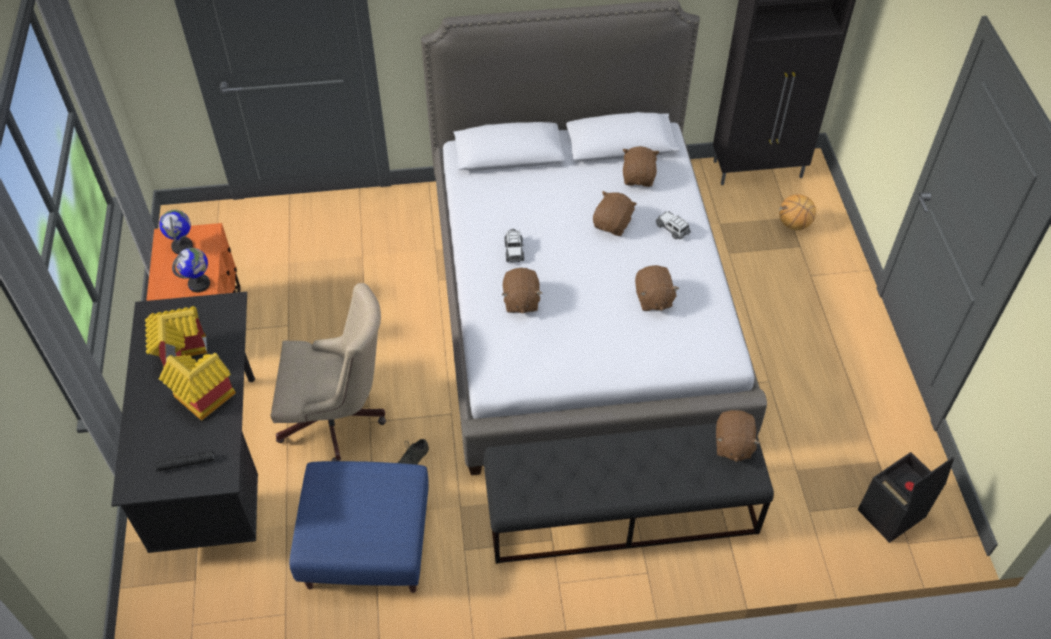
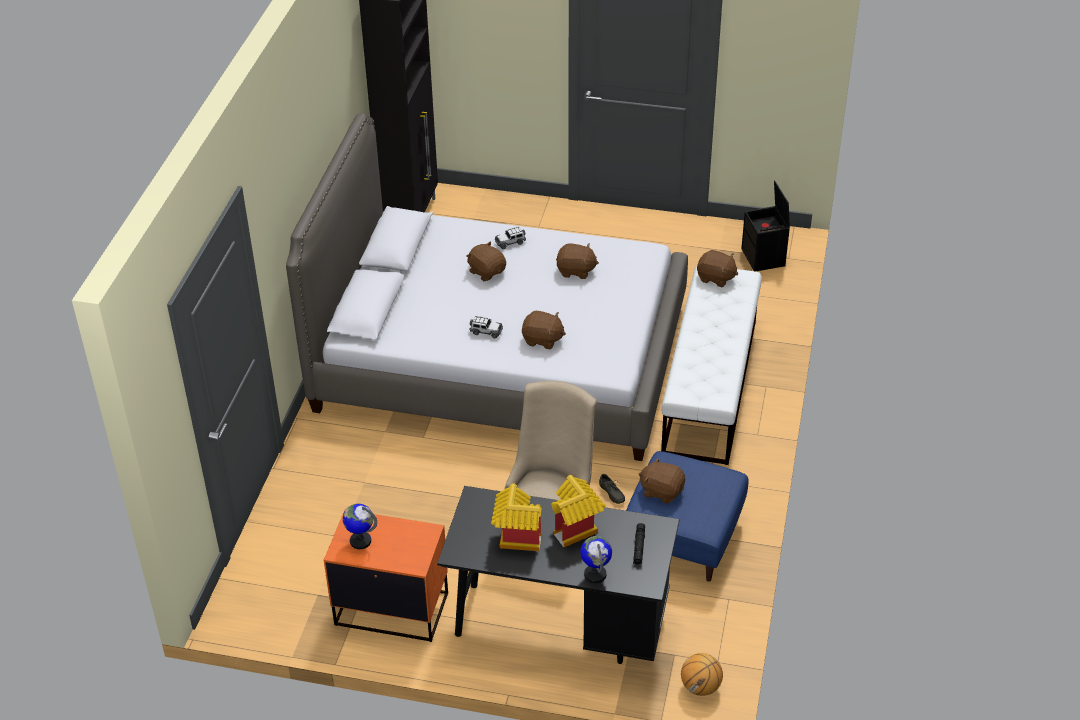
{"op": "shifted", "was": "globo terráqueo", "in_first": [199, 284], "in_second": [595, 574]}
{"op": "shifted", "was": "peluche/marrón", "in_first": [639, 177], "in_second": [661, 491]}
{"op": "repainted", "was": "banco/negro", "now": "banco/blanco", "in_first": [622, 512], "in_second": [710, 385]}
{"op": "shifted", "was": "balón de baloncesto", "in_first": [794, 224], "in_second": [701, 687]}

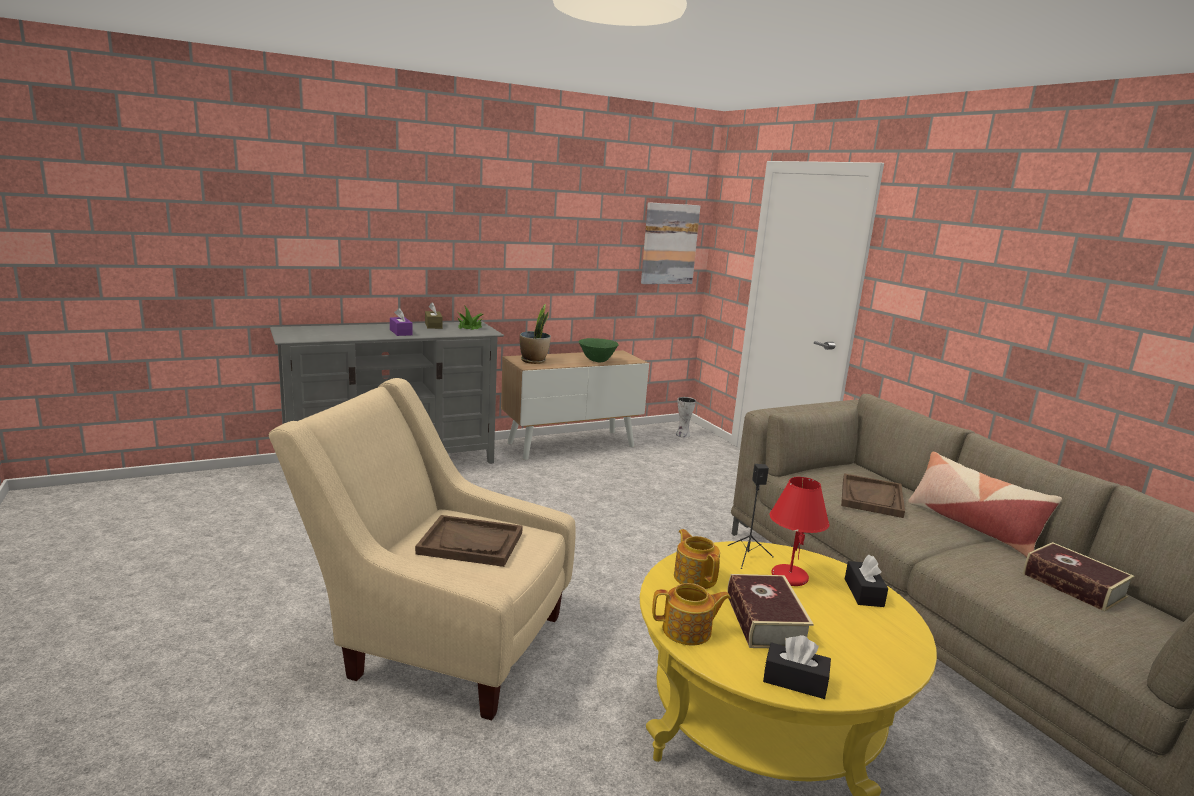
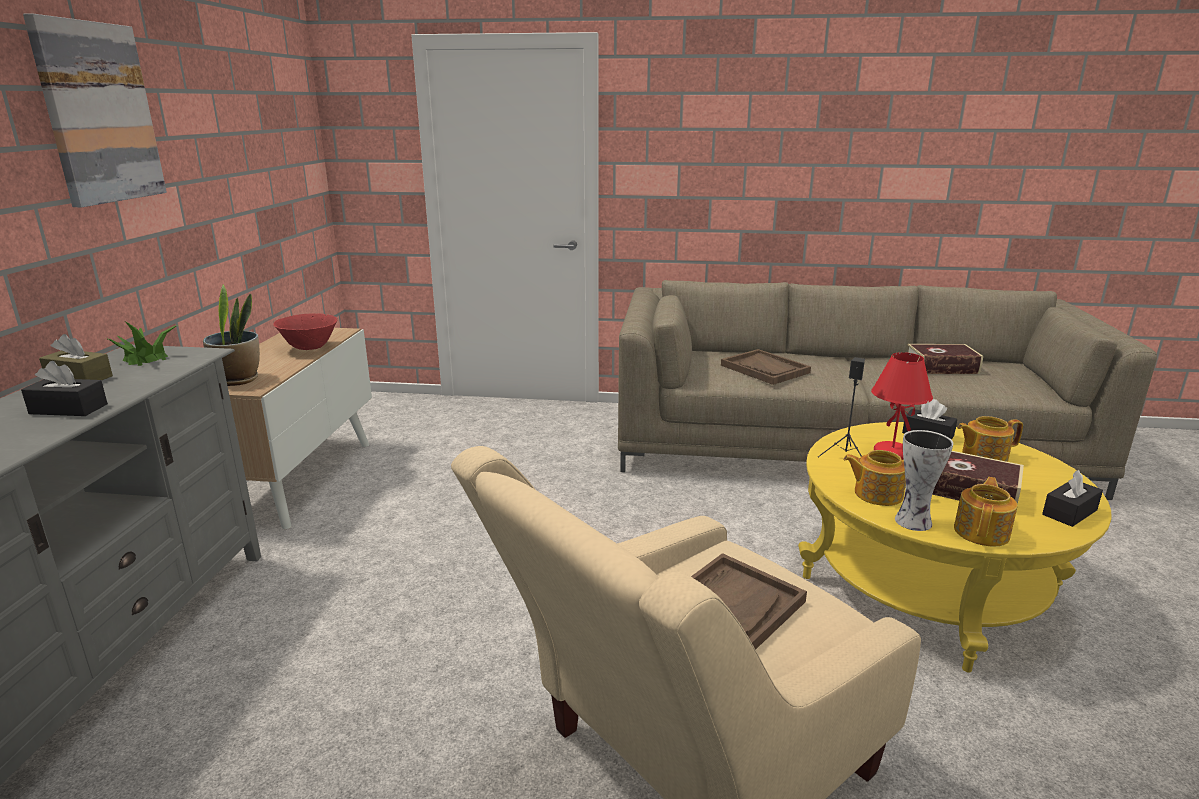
{"op": "repainted", "was": "caja de pañuelos/morado", "now": "caja de pañuelos/negro", "in_first": [401, 332], "in_second": [68, 409]}
{"op": "shifted", "was": "cuadro", "in_first": [669, 244], "in_second": [98, 113]}
{"op": "repainted", "was": "cuenco/verde", "now": "cuenco/rojo", "in_first": [597, 361], "in_second": [309, 348]}
{"op": "shifted", "was": "florero", "in_first": [682, 435], "in_second": [913, 522]}
{"op": "new", "now": "tetera", "in_second": [983, 456]}
{"op": "gone", "was": "cojín", "in_first": [972, 526]}

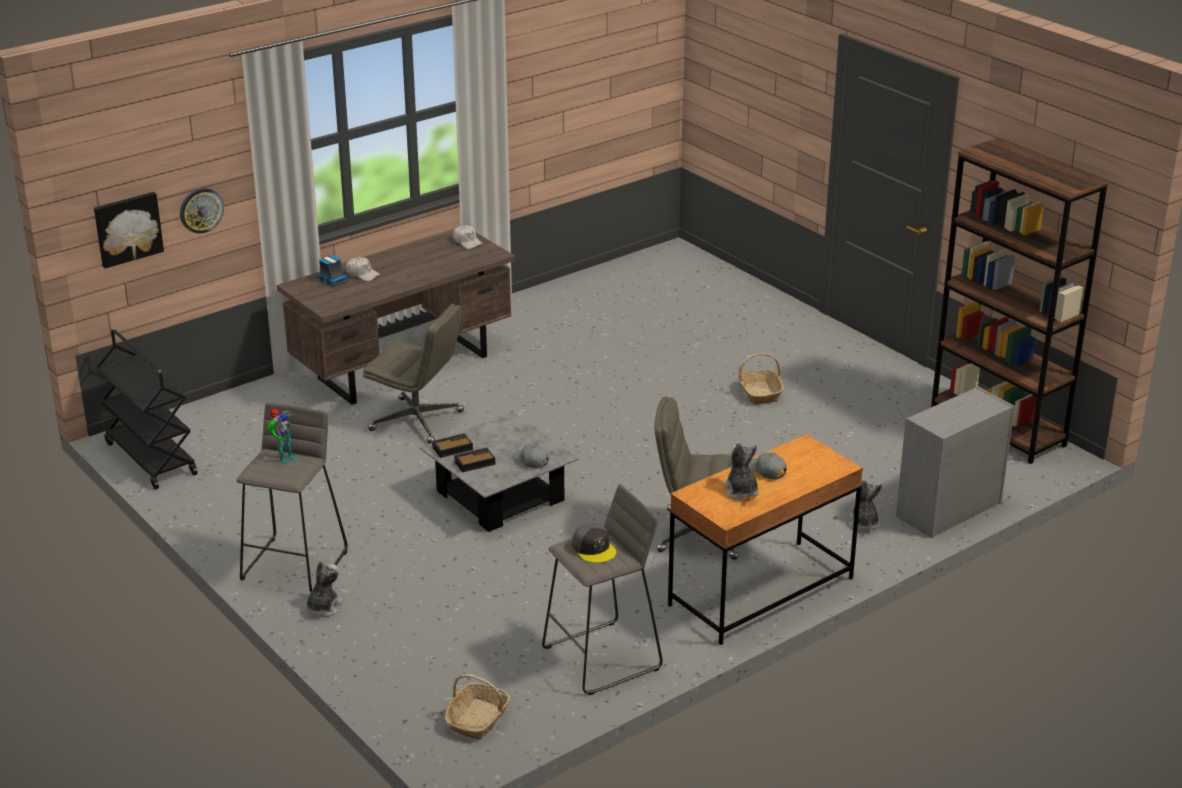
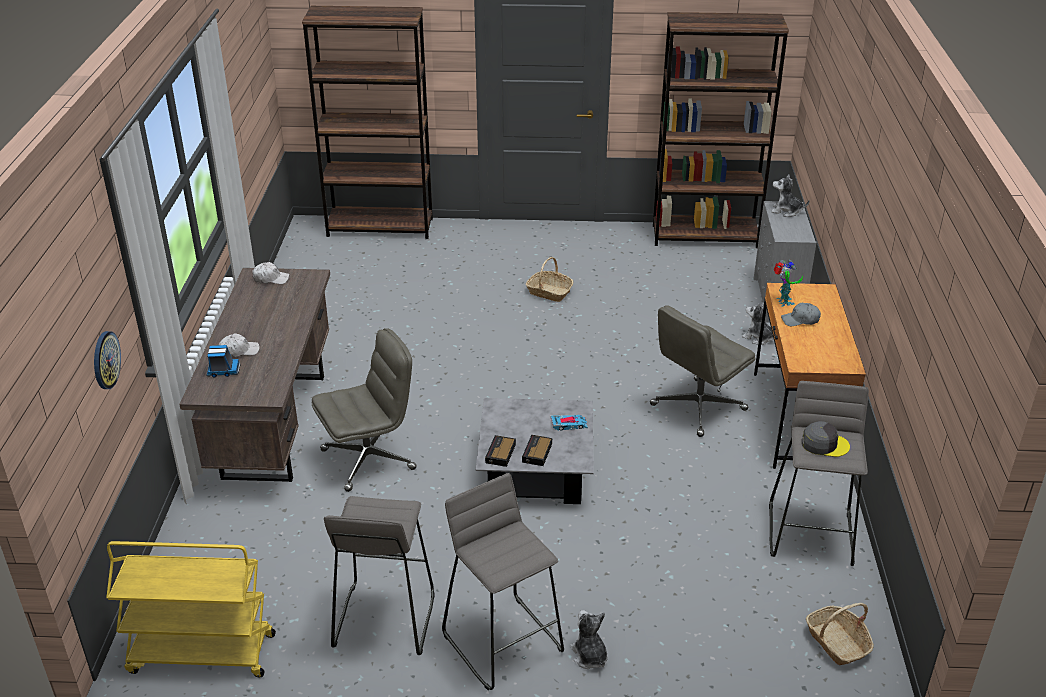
{"op": "repainted", "was": "carrito/negro", "now": "carrito/amarillo", "in_first": [150, 458], "in_second": [201, 654]}
{"op": "new", "now": "estantería/marrón", "in_second": [380, 227]}
{"op": "new", "now": "taburete/gris", "in_second": [384, 620]}
{"op": "swapped", "was": "gorra/gris", "now": "coche de juguete", "in_first": [530, 461], "in_second": [569, 424]}
{"op": "shifted", "was": "peluche", "in_first": [741, 491], "in_second": [786, 211]}
{"op": "shifted", "was": "robot de juguete", "in_first": [285, 459], "in_second": [783, 302]}
{"op": "gone", "was": "cuadro", "in_first": [127, 228]}

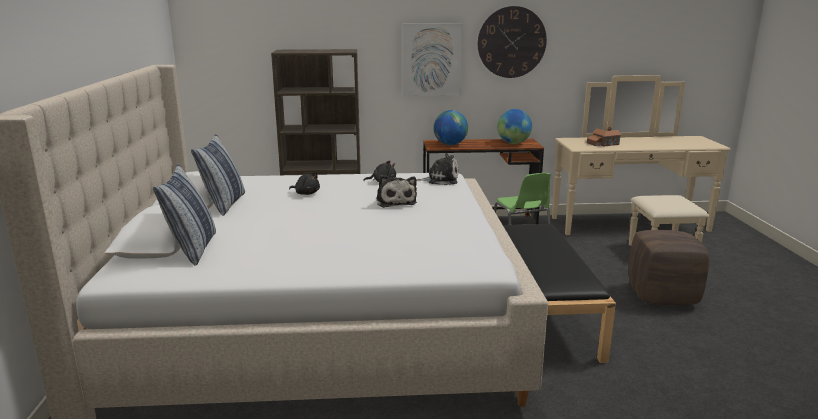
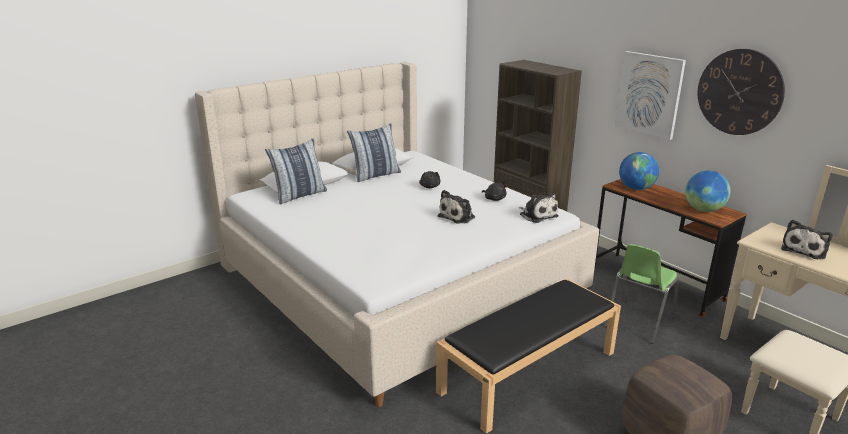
{"op": "swapped", "was": "casita", "now": "peluche", "in_first": [602, 144], "in_second": [804, 250]}

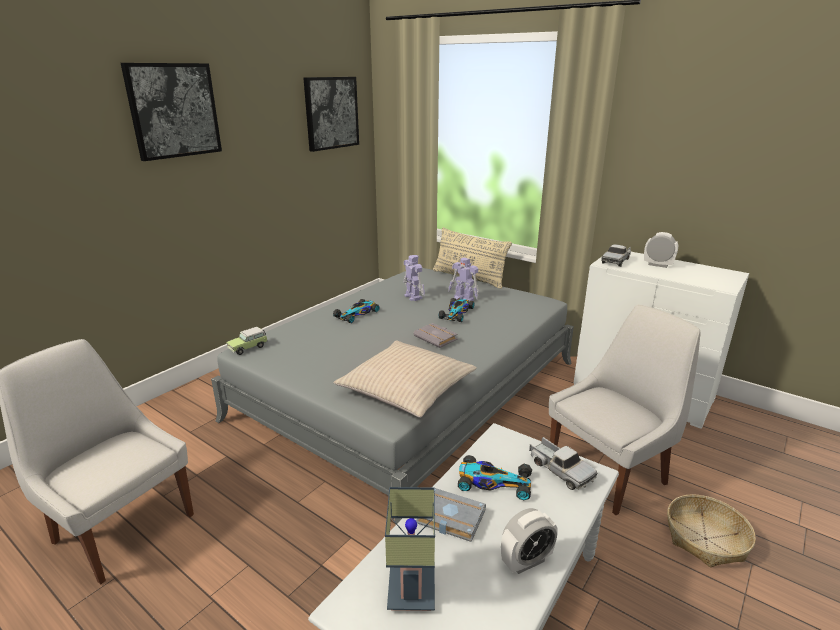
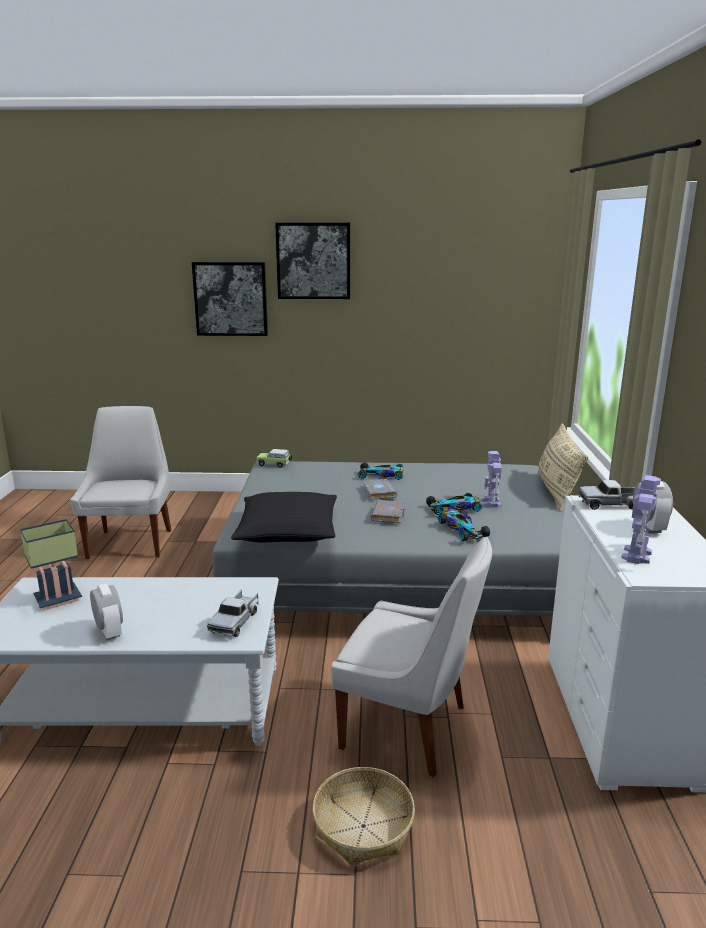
{"op": "rotated", "was": "despertador", "in_first": [526, 561], "in_second": [109, 632], "clockwise": -150}
{"op": "shifted", "was": "cuadro", "in_first": [331, 113], "in_second": [231, 299]}
{"op": "repainted", "was": "cojín/beis", "now": "cojín/negro", "in_first": [407, 388], "in_second": [287, 530]}
{"op": "shifted", "was": "libro/gris", "in_first": [448, 518], "in_second": [377, 492]}
{"op": "shifted", "was": "coche de juguete", "in_first": [492, 482], "in_second": [462, 529]}
{"op": "shifted", "was": "robot de juguete", "in_first": [413, 296], "in_second": [636, 554]}

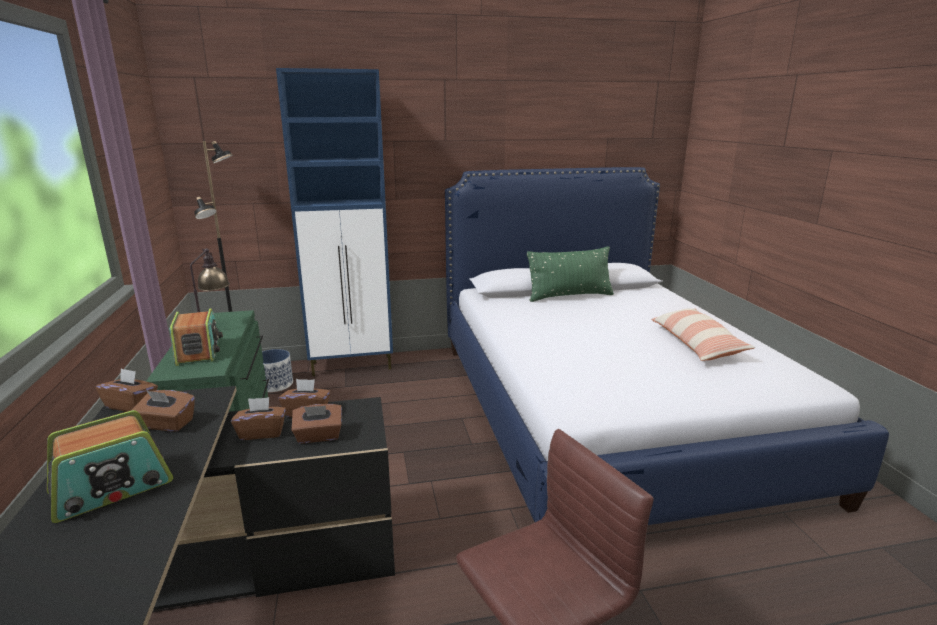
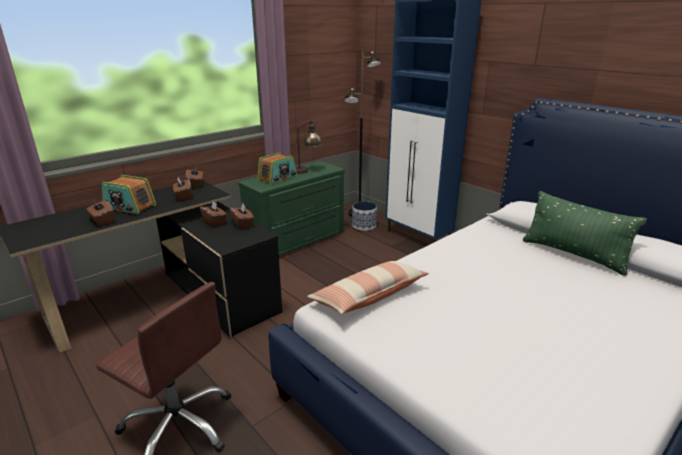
{"op": "shifted", "was": "caja de pañuelos/marrón", "in_first": [318, 436], "in_second": [102, 221]}
{"op": "shifted", "was": "cojín", "in_first": [696, 344], "in_second": [369, 296]}

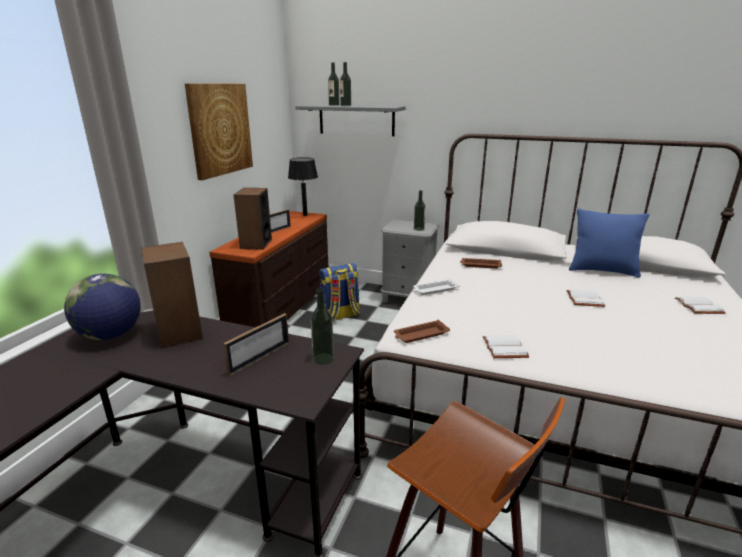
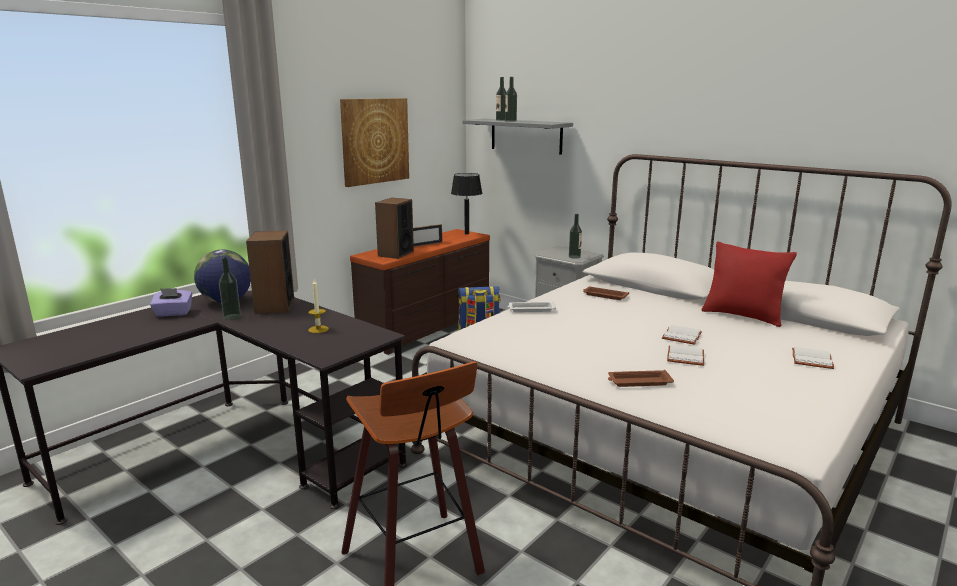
{"op": "new", "now": "caja de pañuelos/morado", "in_second": [173, 313]}
{"op": "shifted", "was": "botella", "in_first": [323, 359], "in_second": [232, 316]}
{"op": "swapped", "was": "portarretratos", "now": "vela", "in_first": [260, 358], "in_second": [318, 329]}
{"op": "shifted", "was": "bandeja/marrón", "in_first": [420, 335], "in_second": [638, 382]}
{"op": "shifted", "was": "libro/blanco", "in_first": [506, 348], "in_second": [686, 357]}
{"op": "repainted", "was": "cojín/azul", "now": "cojín/rojo", "in_first": [602, 270], "in_second": [742, 316]}

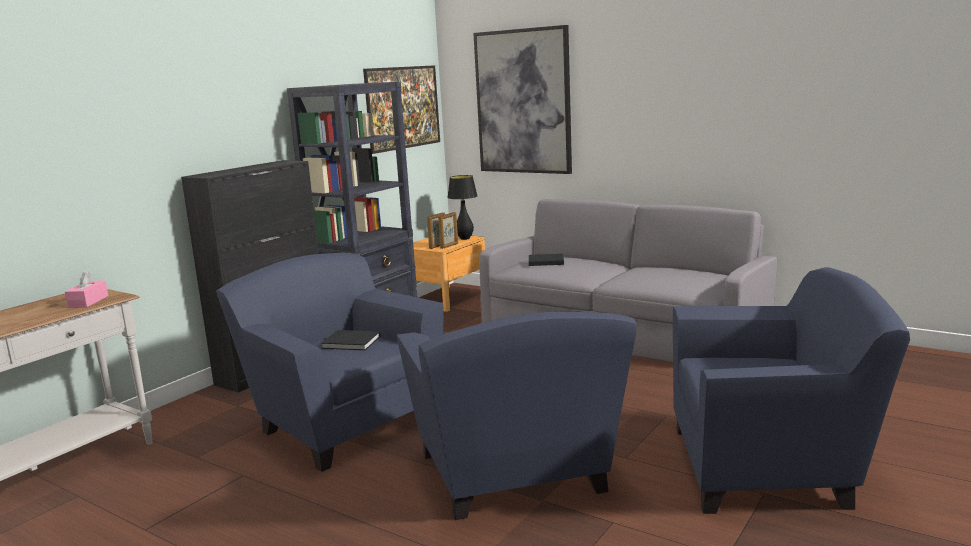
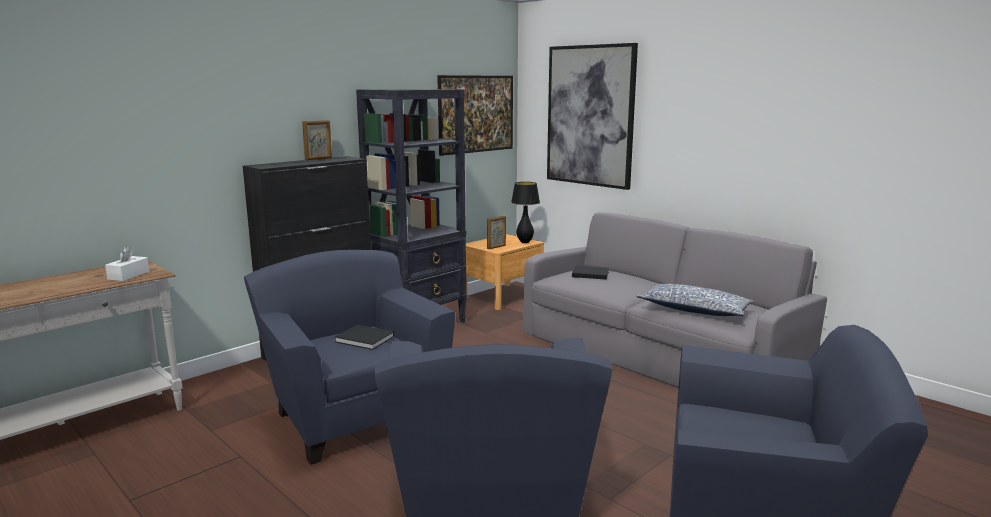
{"op": "repainted", "was": "caja de pañuelos/rosa", "now": "caja de pañuelos/blanco", "in_first": [88, 301], "in_second": [128, 275]}
{"op": "shifted", "was": "portarretratos", "in_first": [449, 246], "in_second": [319, 159]}
{"op": "new", "now": "cojín", "in_second": [694, 310]}

